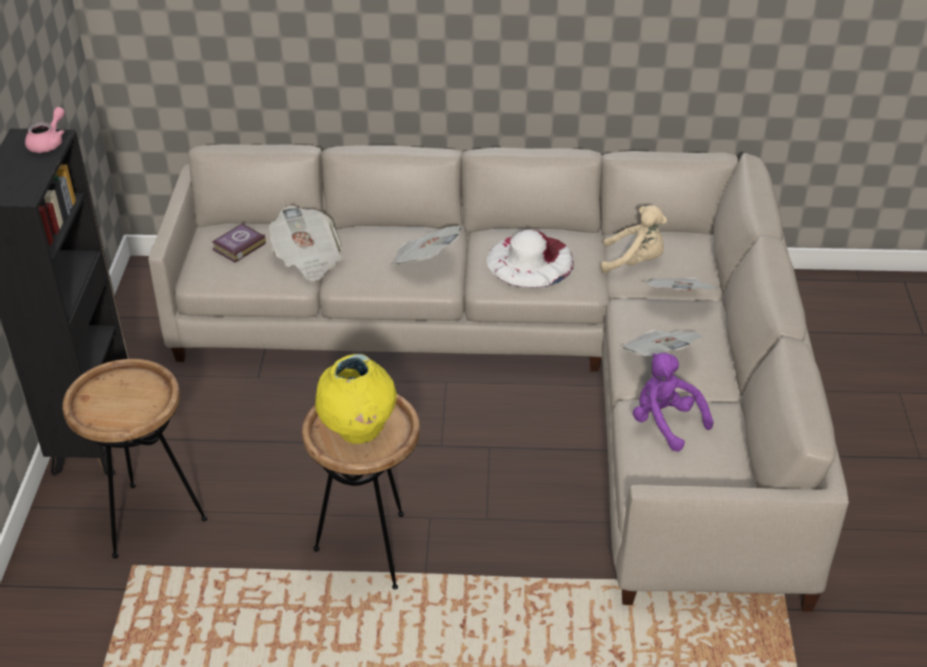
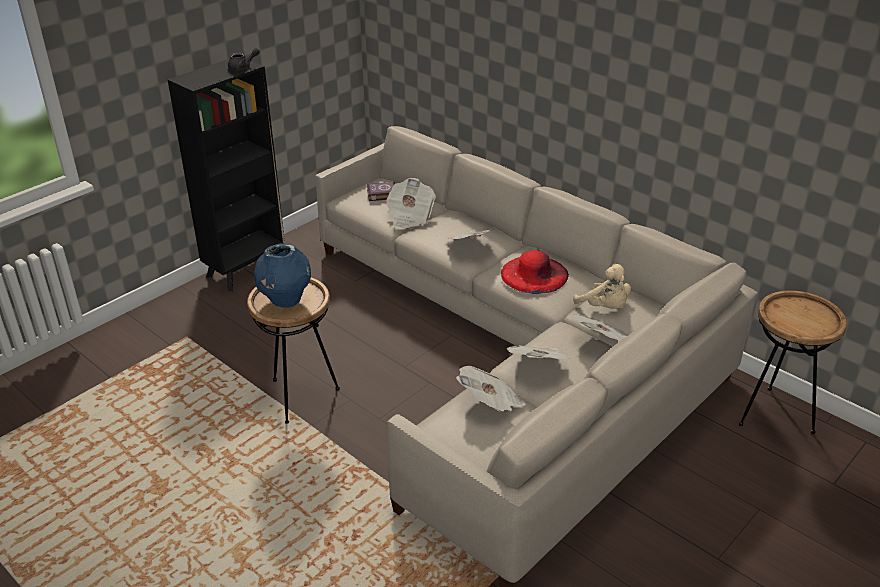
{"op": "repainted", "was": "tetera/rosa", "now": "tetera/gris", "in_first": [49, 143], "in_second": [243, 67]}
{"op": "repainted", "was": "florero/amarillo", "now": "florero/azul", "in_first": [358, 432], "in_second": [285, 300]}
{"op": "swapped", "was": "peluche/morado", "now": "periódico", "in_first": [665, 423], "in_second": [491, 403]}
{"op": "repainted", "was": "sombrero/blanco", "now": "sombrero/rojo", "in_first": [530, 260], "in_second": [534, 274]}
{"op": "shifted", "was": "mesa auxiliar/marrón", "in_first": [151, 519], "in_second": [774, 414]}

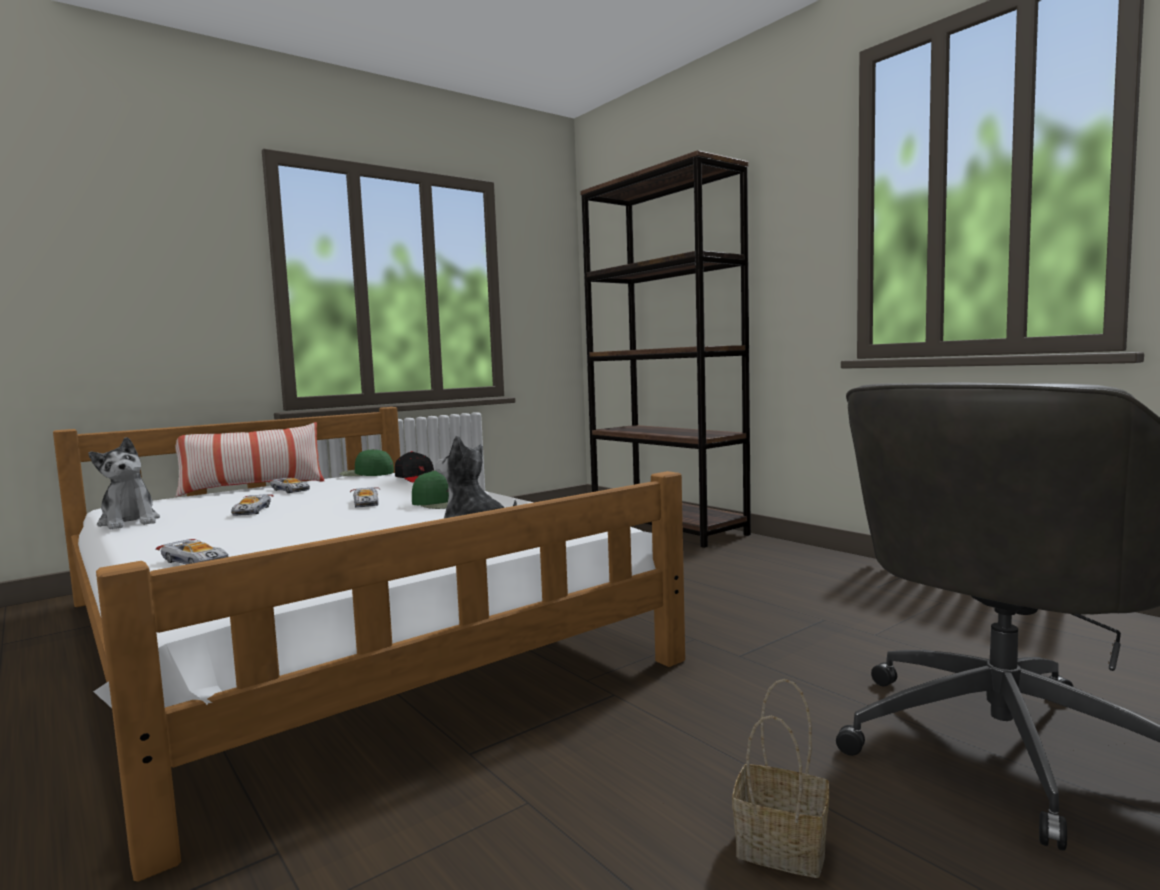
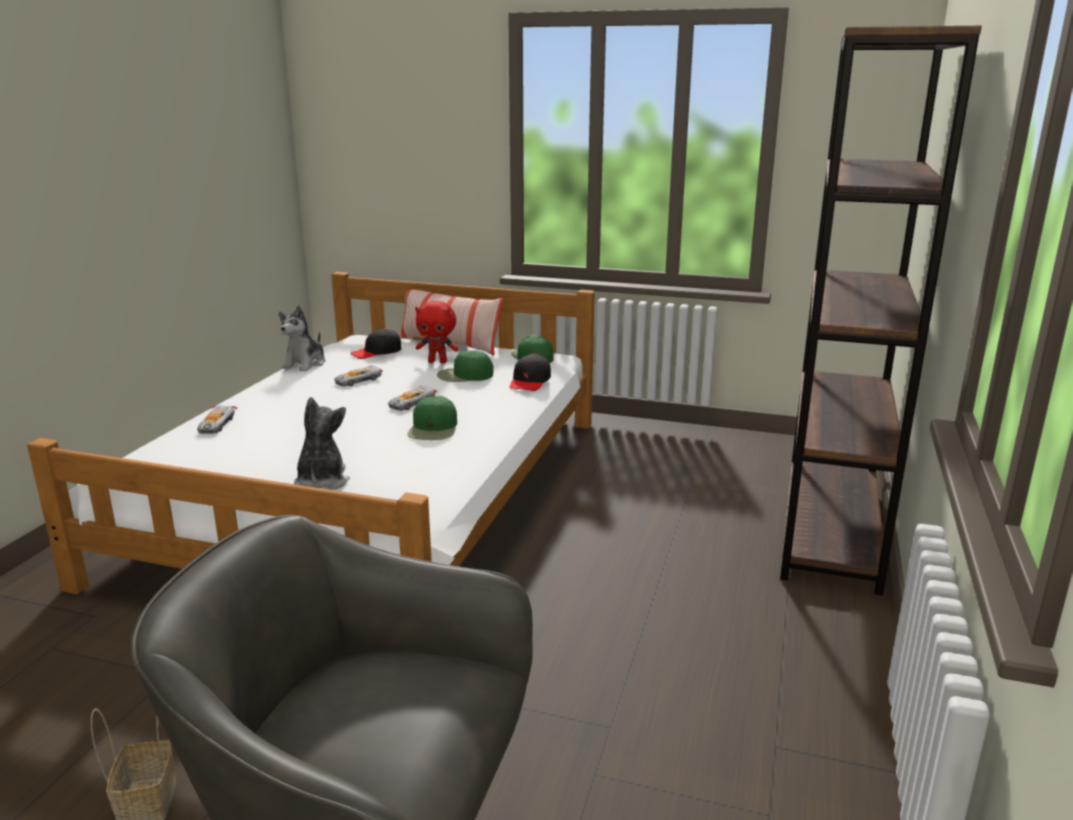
{"op": "new", "now": "gorra/negro", "in_second": [377, 352]}
{"op": "swapped", "was": "coche de juguete", "now": "peluche/rojo", "in_first": [291, 490], "in_second": [438, 362]}
{"op": "new", "now": "gorra/verde", "in_second": [464, 375]}

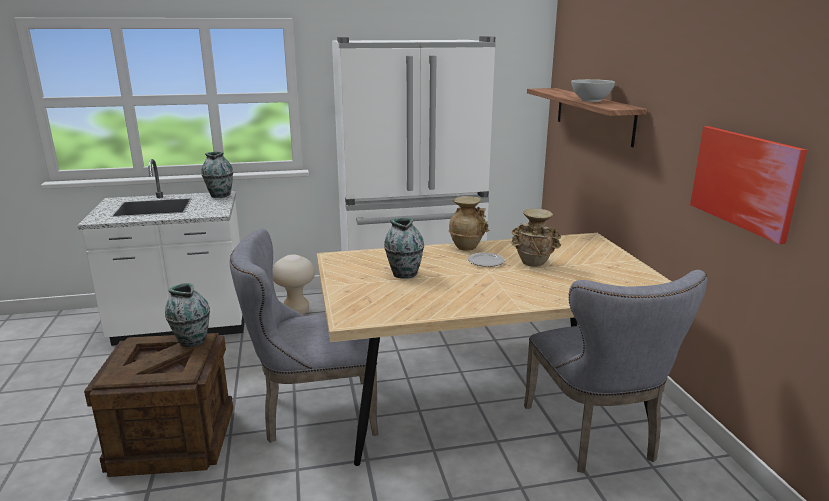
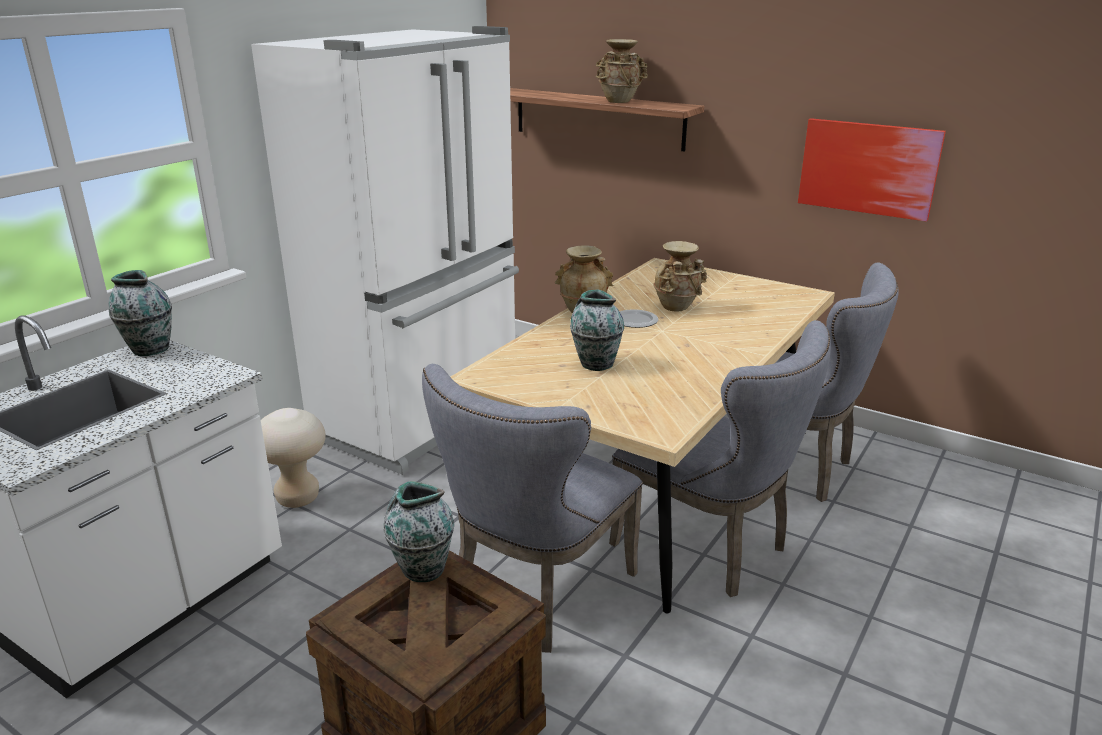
{"op": "swapped", "was": "cuenco/blanco", "now": "florero/beis", "in_first": [591, 100], "in_second": [619, 101]}
{"op": "new", "now": "silla/gris", "in_second": [710, 547]}

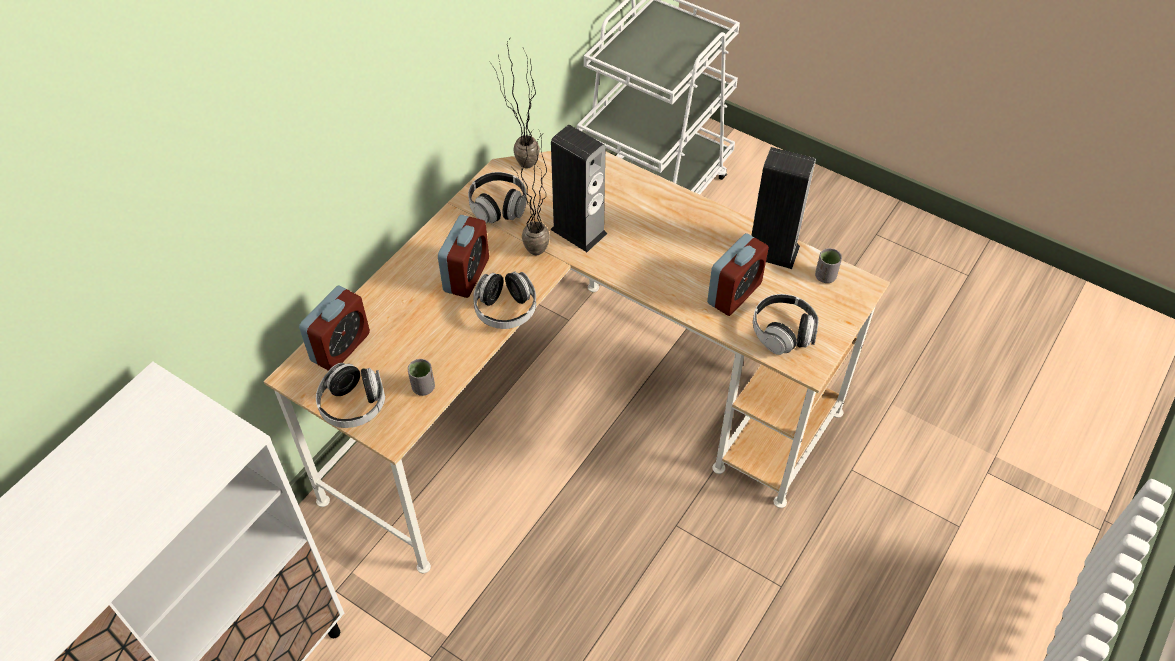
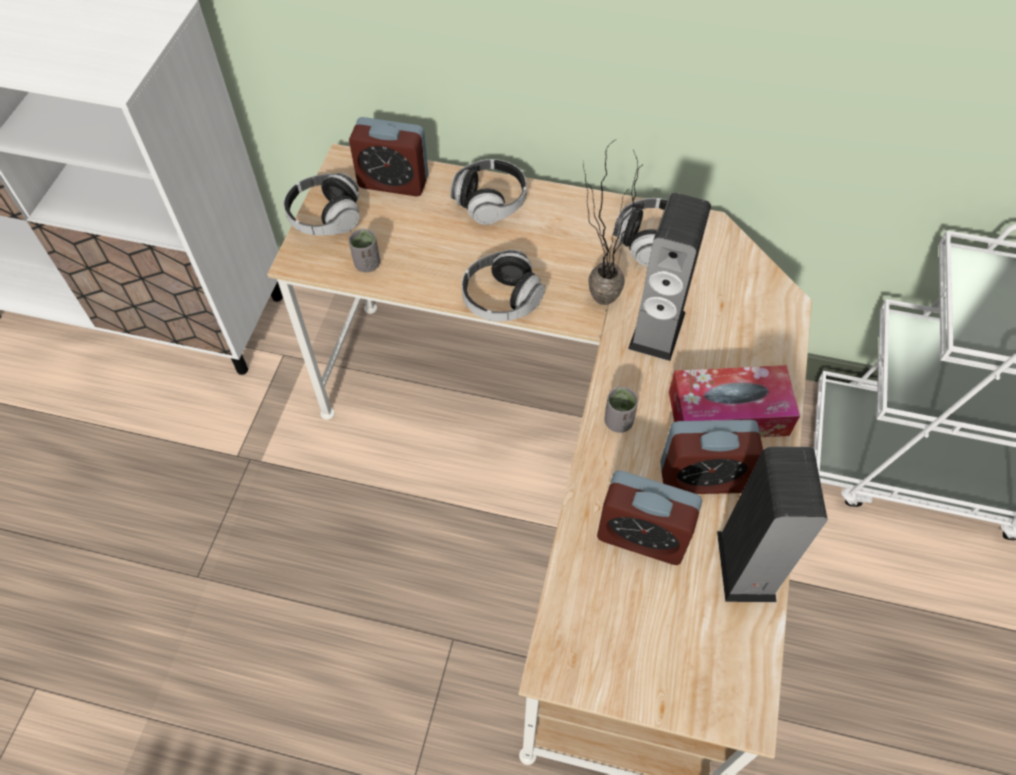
{"op": "shifted", "was": "auriculares", "in_first": [783, 332], "in_second": [490, 202]}
{"op": "shifted", "was": "taza/gris", "in_first": [825, 276], "in_second": [618, 421]}
{"op": "shifted", "was": "despertador", "in_first": [466, 275], "in_second": [702, 477]}
{"op": "new", "now": "caja de pañuelos", "in_second": [728, 413]}
{"op": "gone", "was": "planta en maceta", "in_first": [519, 164]}

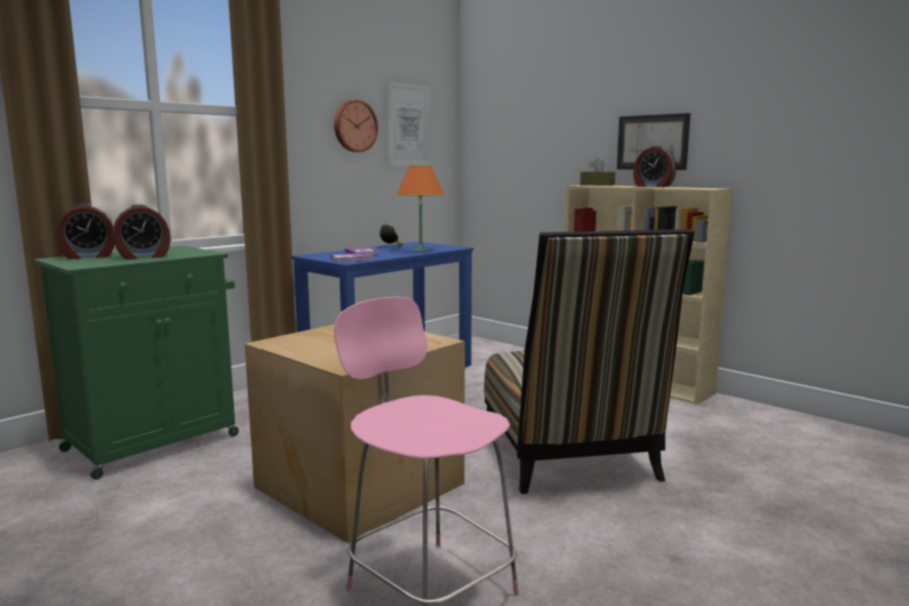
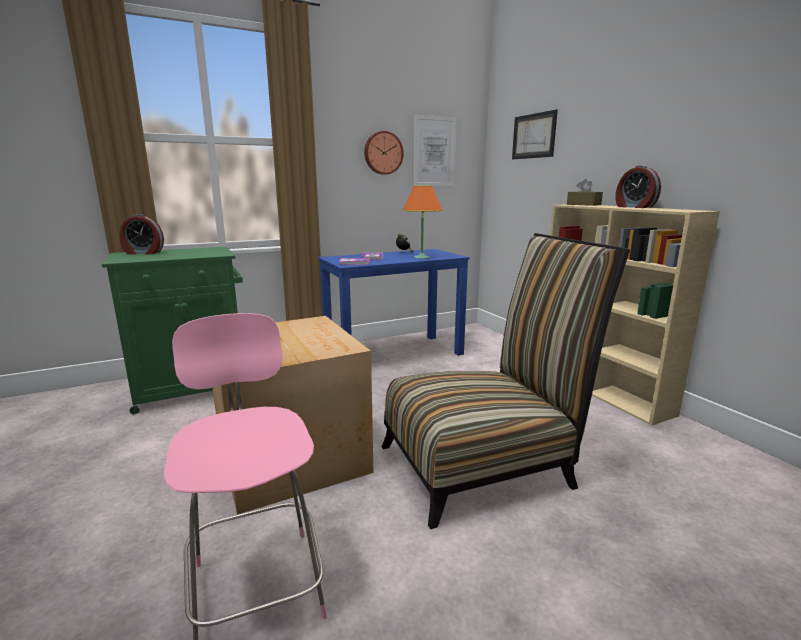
{"op": "rotated", "was": "silla", "in_first": [569, 457], "in_second": [484, 463], "clockwise": -120}
{"op": "shifted", "was": "cuadro", "in_first": [652, 142], "in_second": [534, 136]}
{"op": "gone", "was": "despertador", "in_first": [143, 257]}

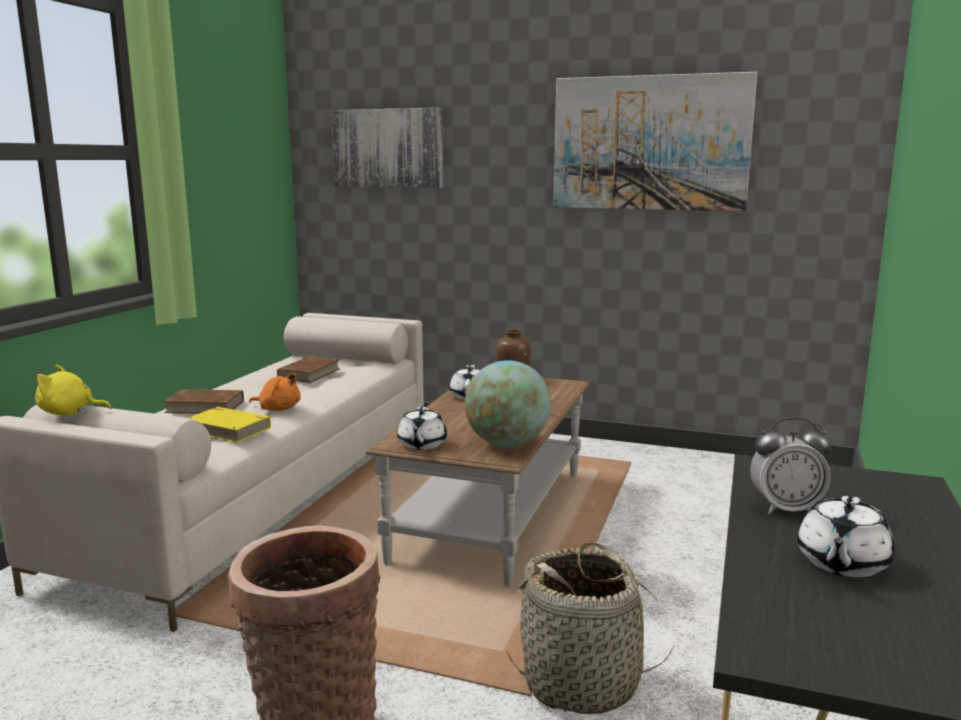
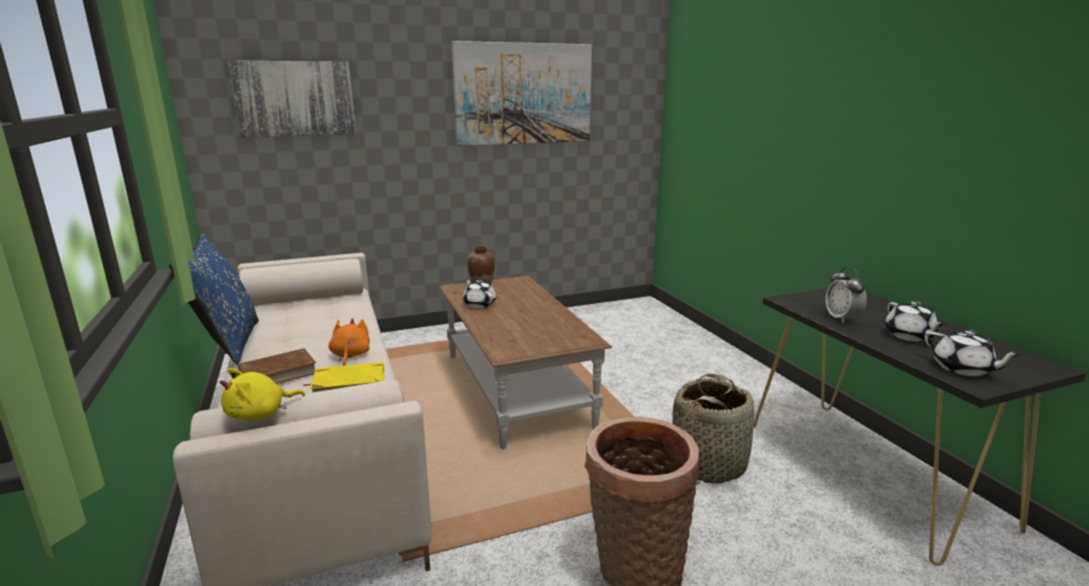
{"op": "new", "now": "cojín/azul", "in_second": [228, 344]}
{"op": "rotated", "was": "peluche/naranja", "in_first": [278, 409], "in_second": [350, 355], "clockwise": -75}
{"op": "rotated", "was": "despertador", "in_first": [785, 509], "in_second": [842, 319], "clockwise": 120}
{"op": "shifted", "was": "tetera/blanco", "in_first": [421, 444], "in_second": [963, 369]}
{"op": "gone", "was": "libro/marrón", "in_first": [308, 374]}
{"op": "gone", "was": "globo terráqueo", "in_first": [507, 444]}

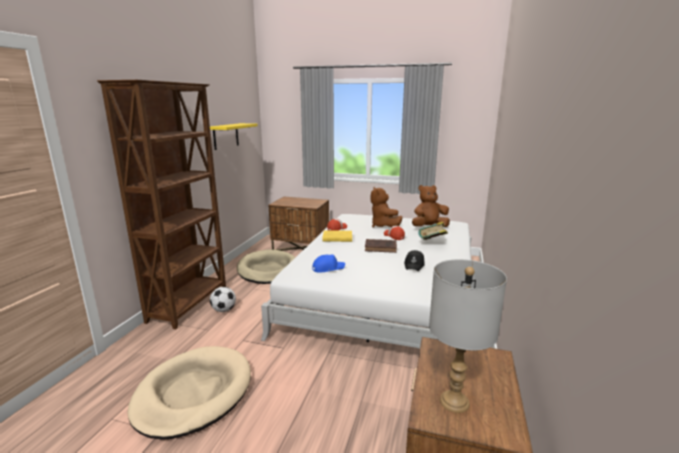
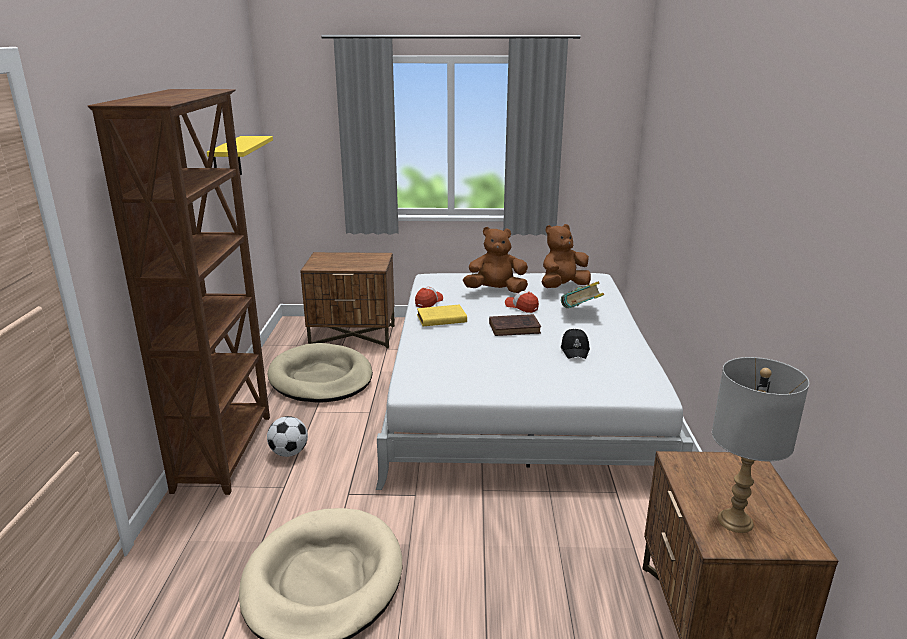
{"op": "rotated", "was": "peluche/marrón", "in_first": [383, 226], "in_second": [496, 291], "clockwise": 120}
{"op": "gone", "was": "gorra/azul", "in_first": [328, 268]}

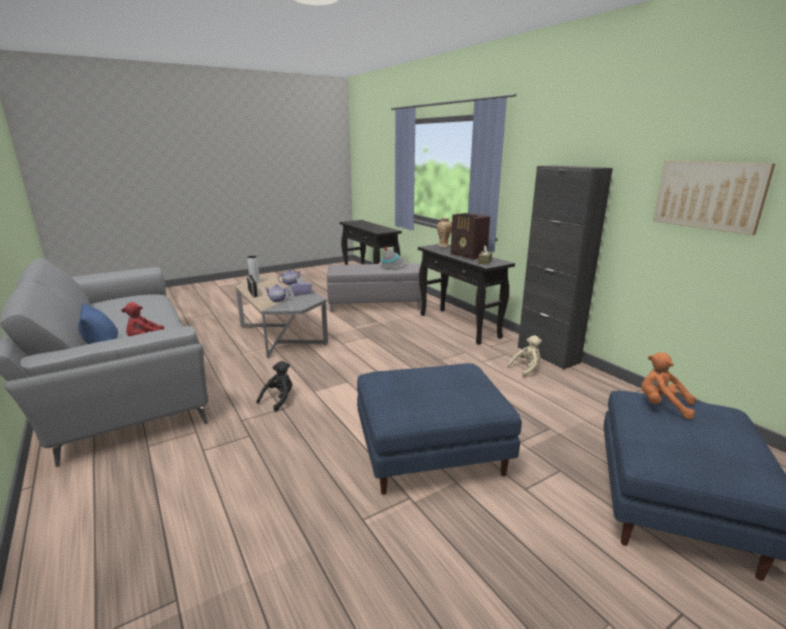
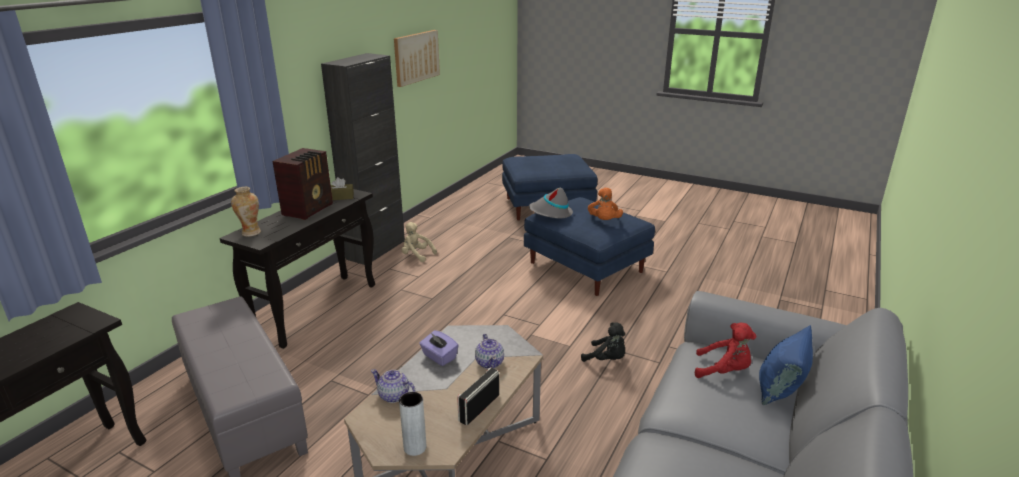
{"op": "shifted", "was": "sombrero/gris", "in_first": [392, 266], "in_second": [550, 213]}
{"op": "rotated", "was": "peluche/negro", "in_first": [279, 399], "in_second": [606, 359], "clockwise": -150}
{"op": "shifted", "was": "peluche/naranja", "in_first": [662, 405], "in_second": [604, 221]}

